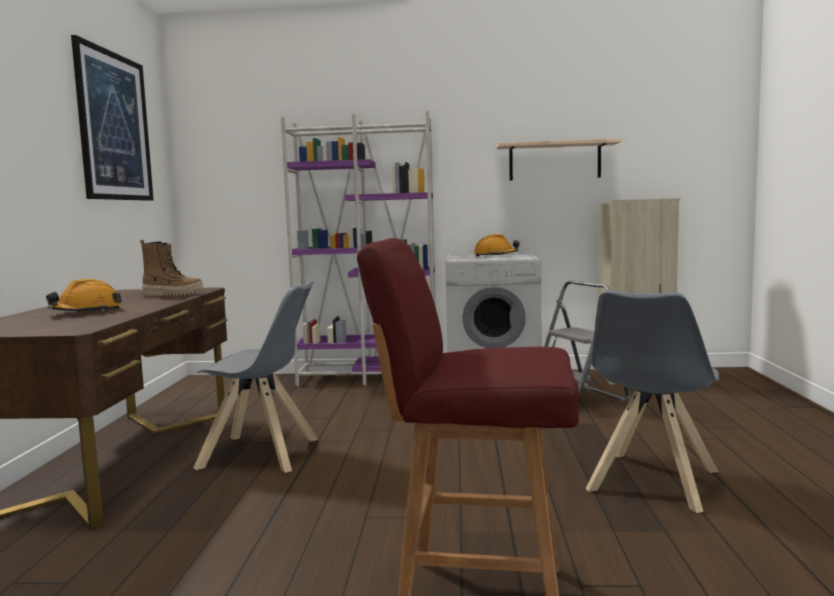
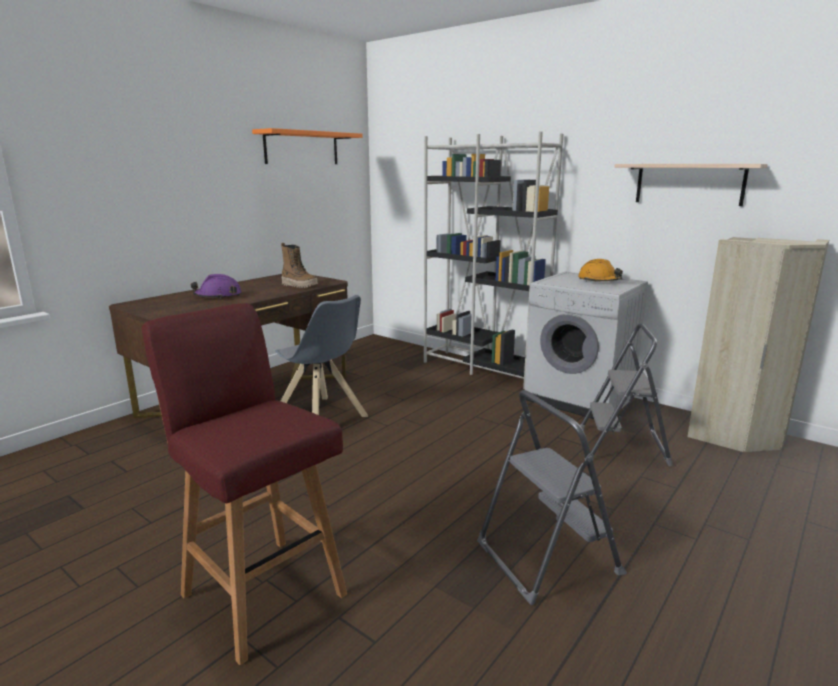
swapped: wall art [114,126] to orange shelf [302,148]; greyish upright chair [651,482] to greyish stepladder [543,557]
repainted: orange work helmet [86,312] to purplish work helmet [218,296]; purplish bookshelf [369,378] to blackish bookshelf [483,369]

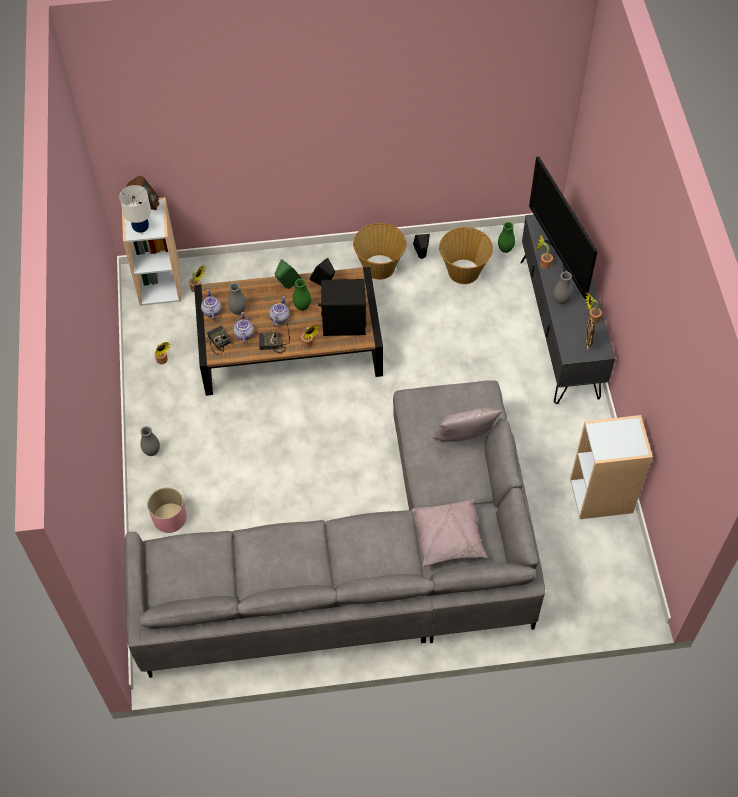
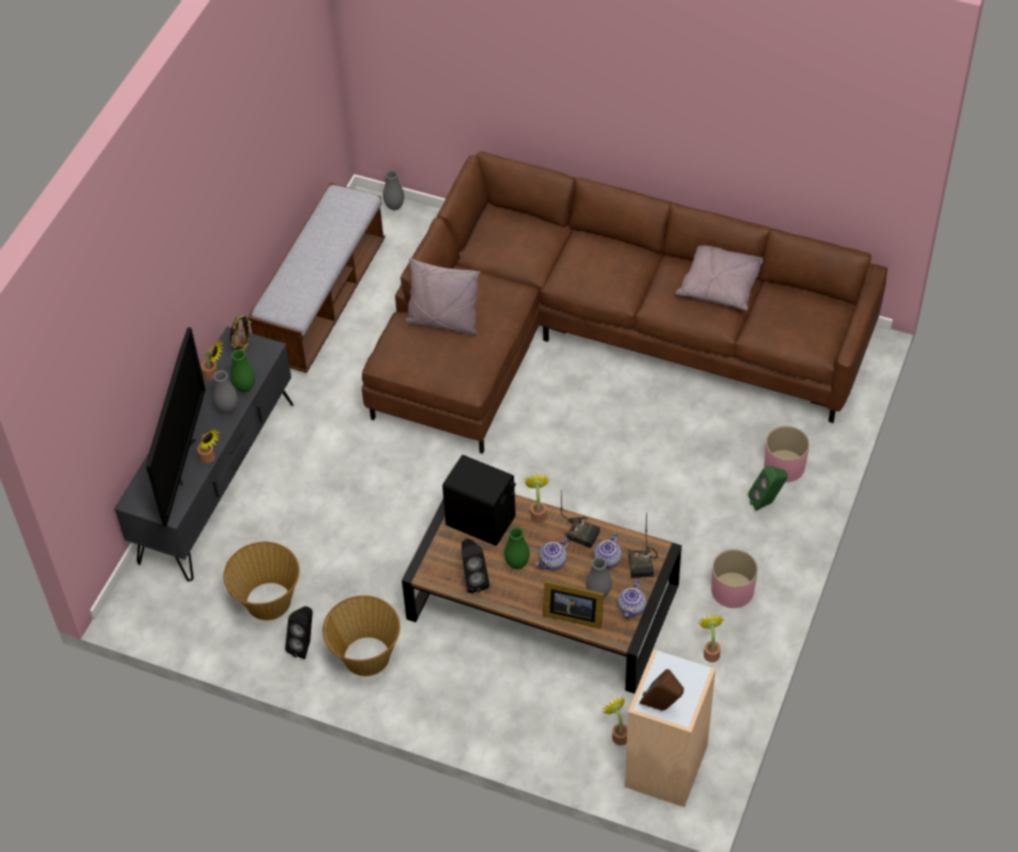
gone: white-coloured tabletop lamp [142,228]
new: photo frame [572,614]; pink-coloured plant pot [733,590]
shifted: greyish decorative vase [152,451] to [394,206]; green loudspeaker [288,287] to [766,502]; purplish cushion [448,538] to [720,284]; green decorative vase [505,249] to [245,387]
swapped: bookshelf [602,496] to bench [322,301]
repainted: greyish sofa [365,567] to brown-coloured sofa [602,337]

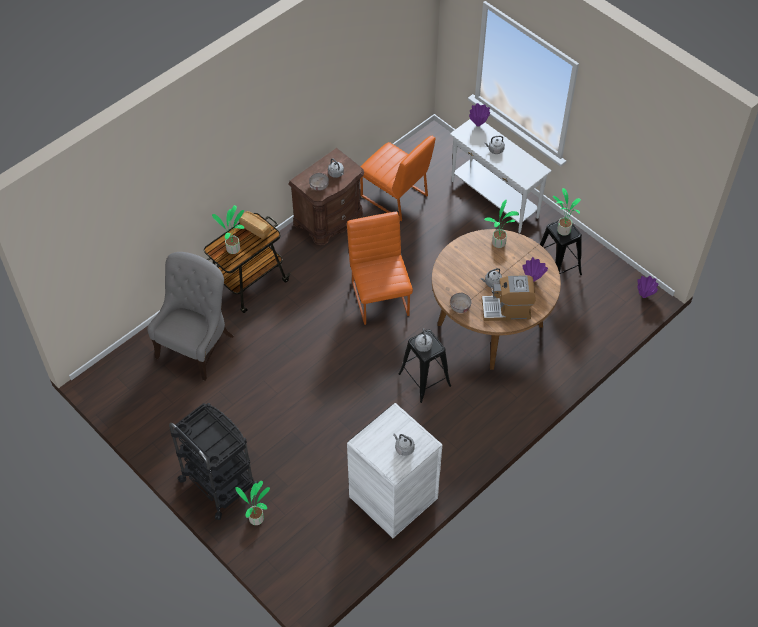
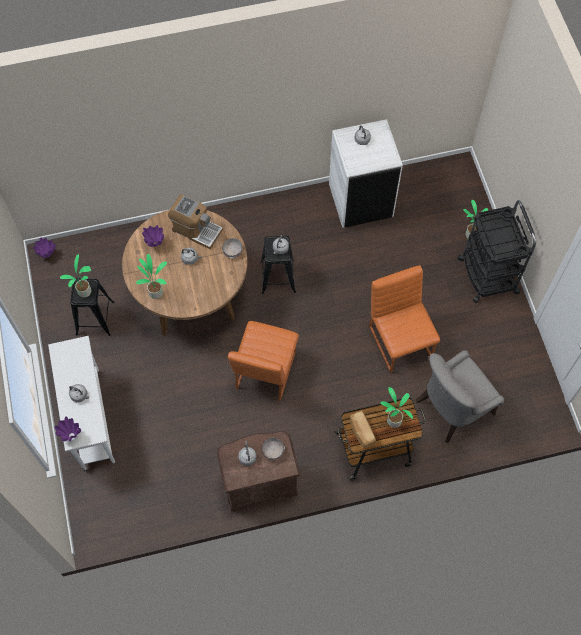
shifted: orange upright chair [395,197] to [399,339]

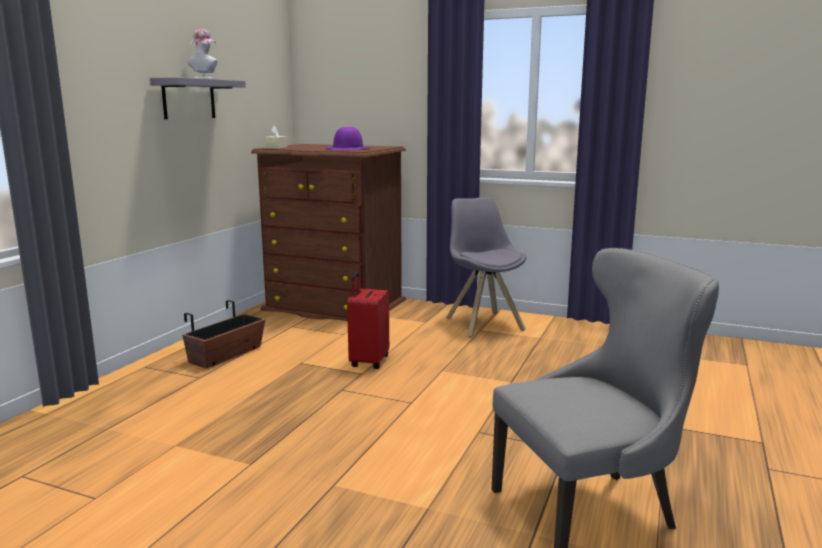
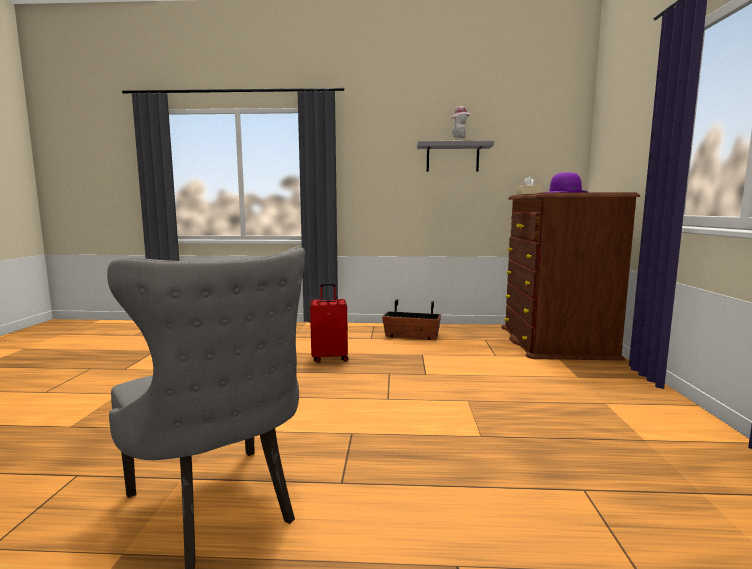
gone: greyish upright chair [483,323]
shifted: red piece of luggage [368,362] to [329,358]

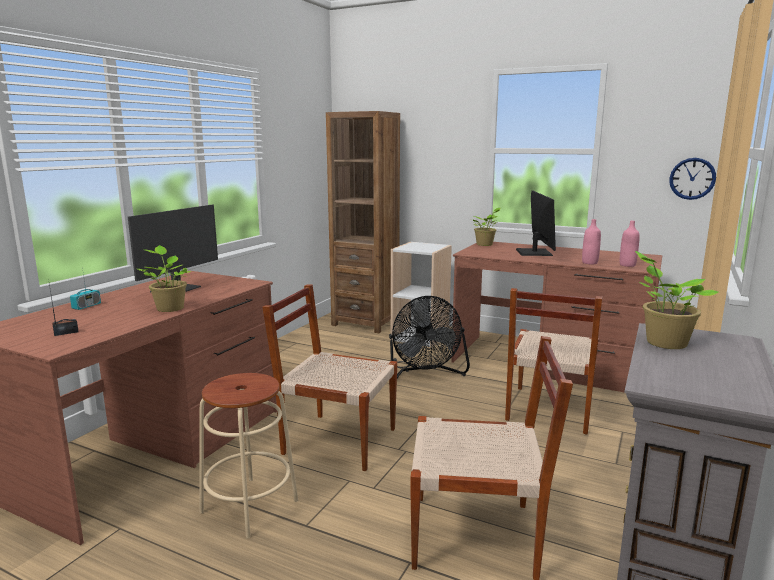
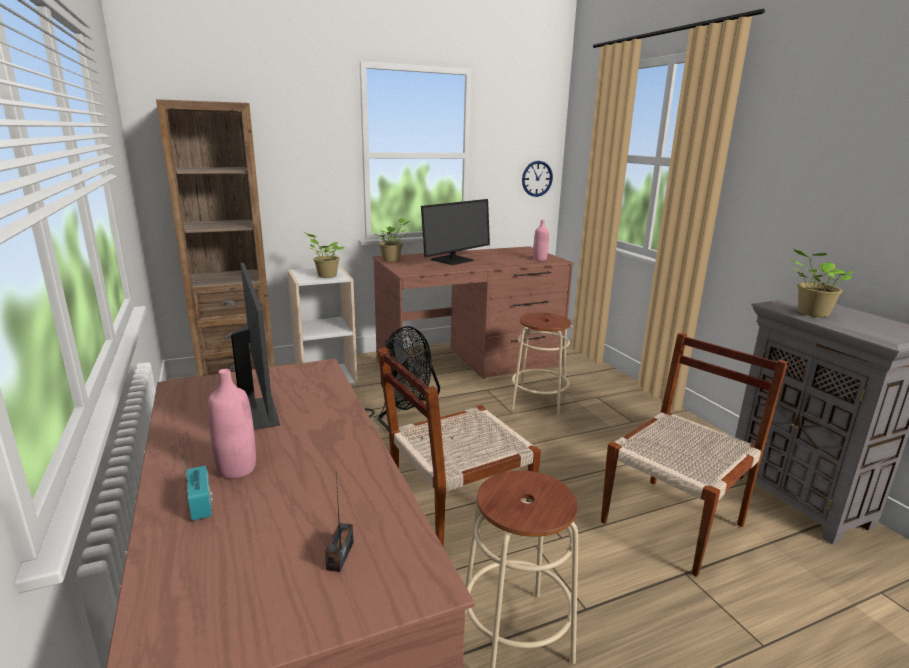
shifted: houseplant [169,308] to [325,276]; pink-coloured drink bottle [589,263] to [237,469]
swapped: upright chair [548,411] to sand-coloured stool seat [538,403]
rotated: computer screen [535,252] = [453,260] 90 degrees clockwise

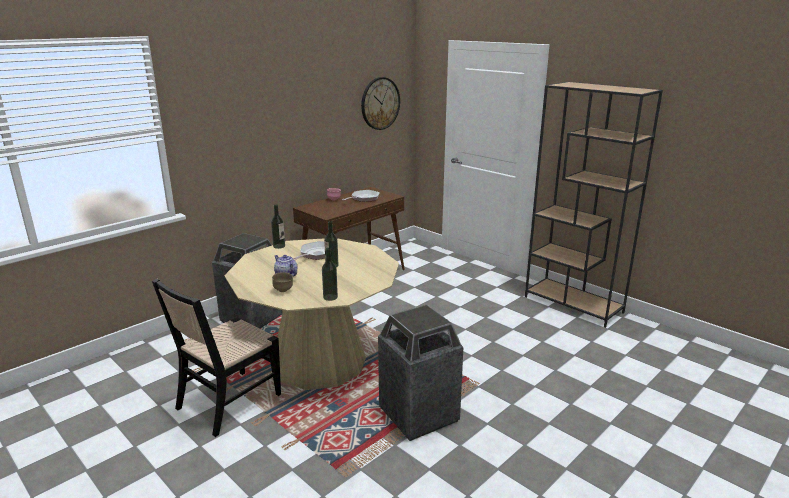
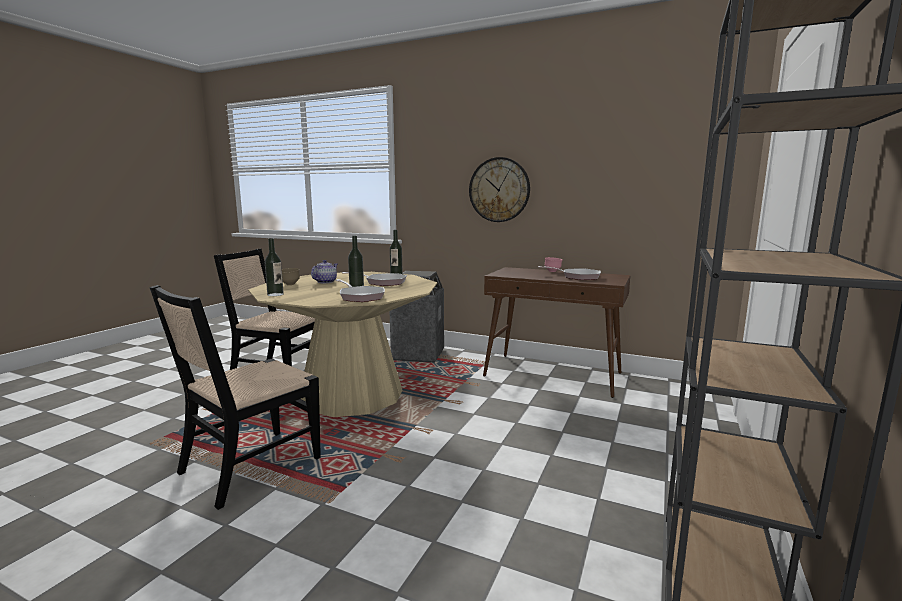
new: pan [360,297]
shifted: wall clock [380,103] to [499,190]
swapped: trash can [418,415] to upright chair [250,466]

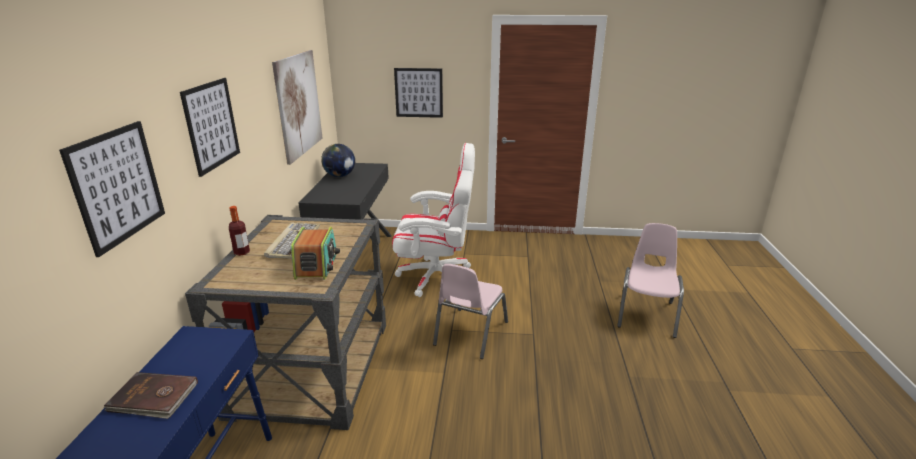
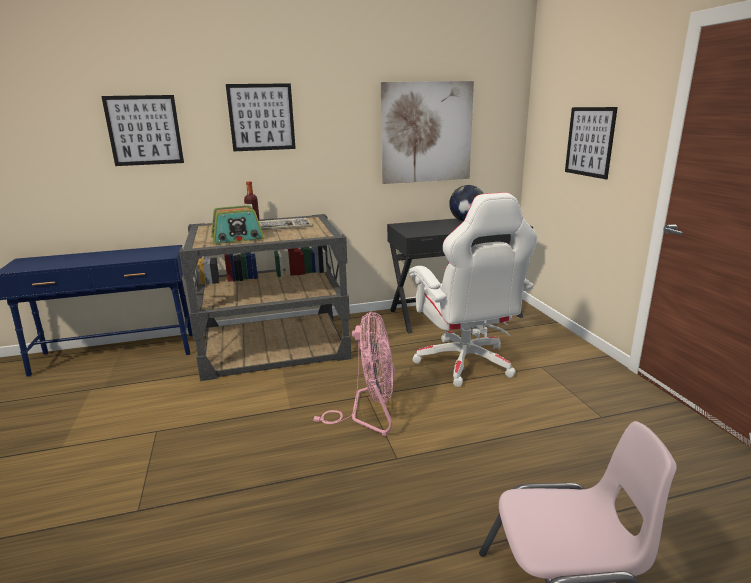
gone: brown-coloured bound book [153,398]
swapped: pink-coloured upright chair [470,333] to pink-coloured fan [368,409]

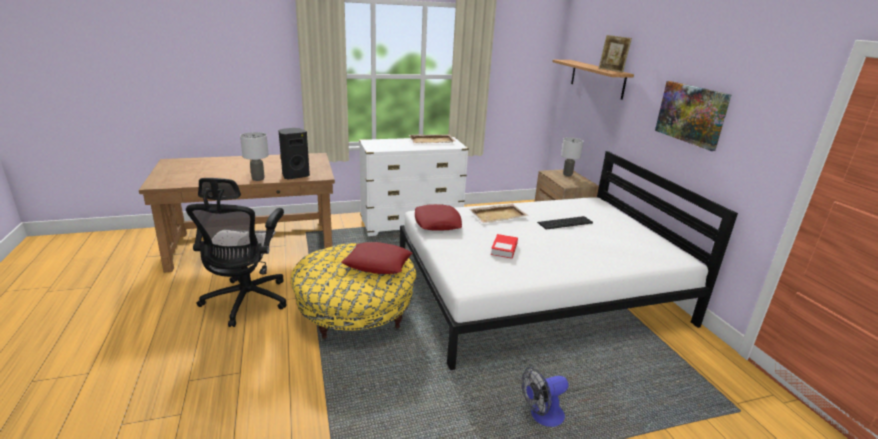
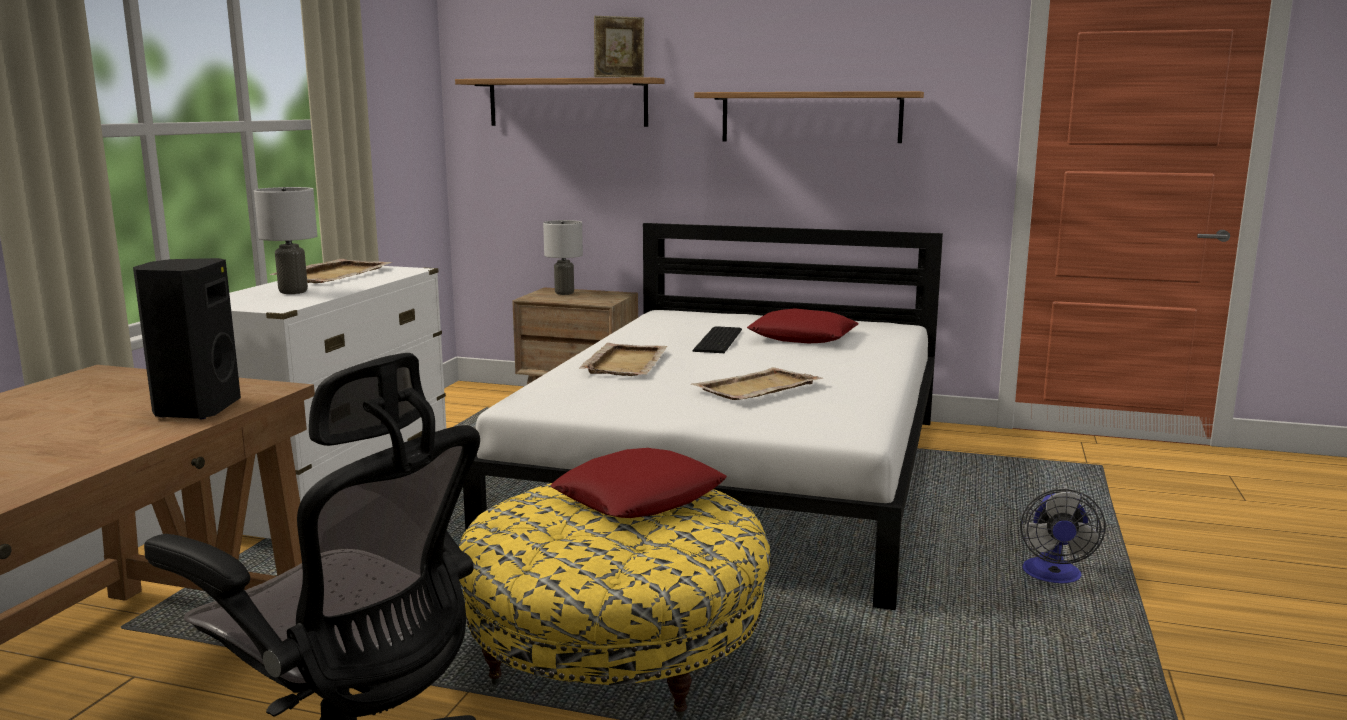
shifted: white-coloured tabletop lamp [257,179] to [293,292]; red cushion [437,223] to [802,337]
swapped: bound book [504,249] to sand-coloured carrying tray [756,388]; wall art [691,114] to shelf [810,117]

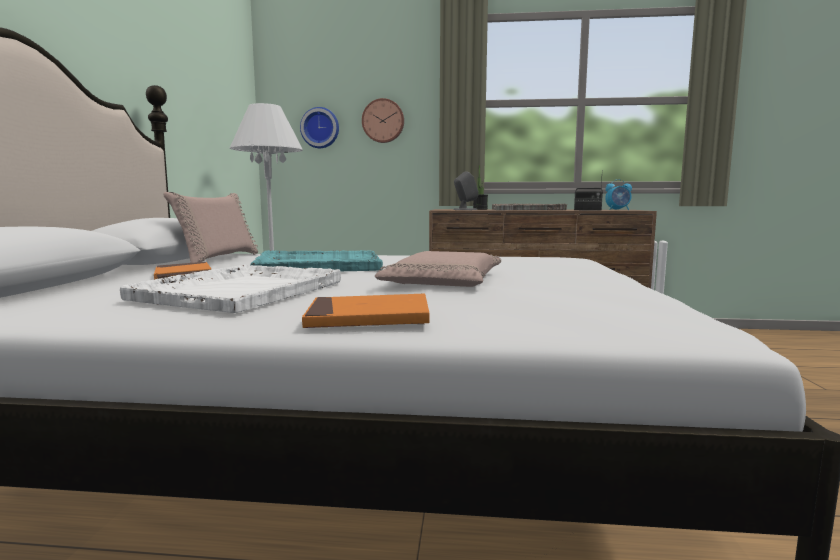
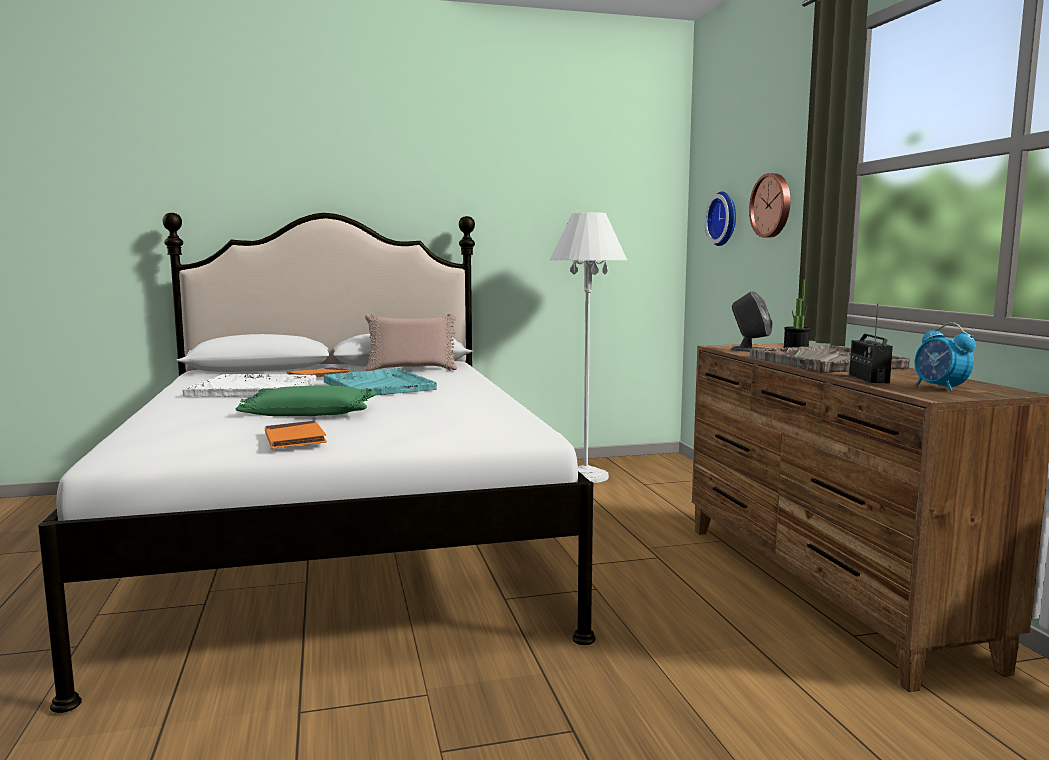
shifted: orange bound book [368,318] to [295,439]
repainted: sand-coloured cushion [445,280] to green cushion [310,411]

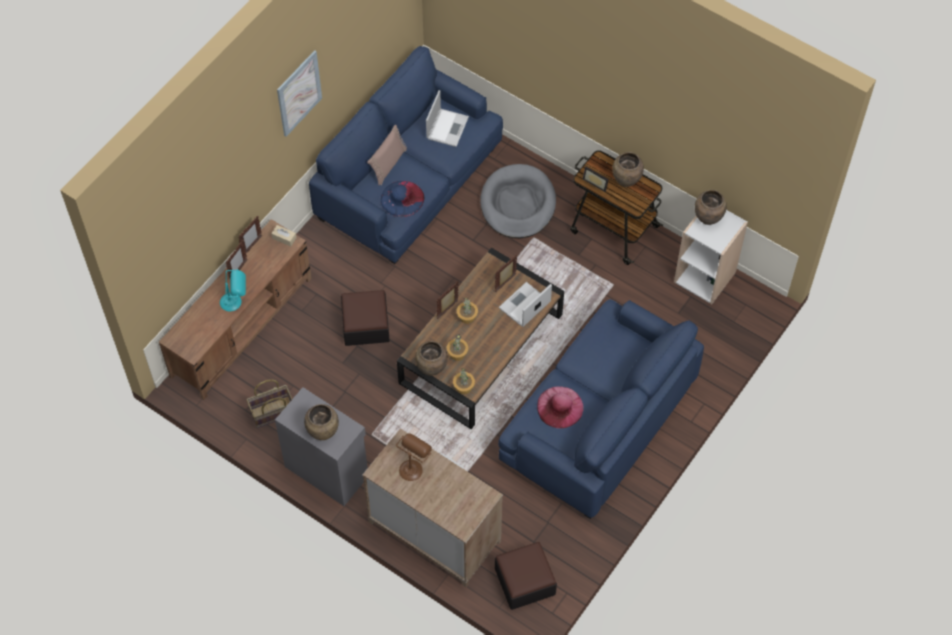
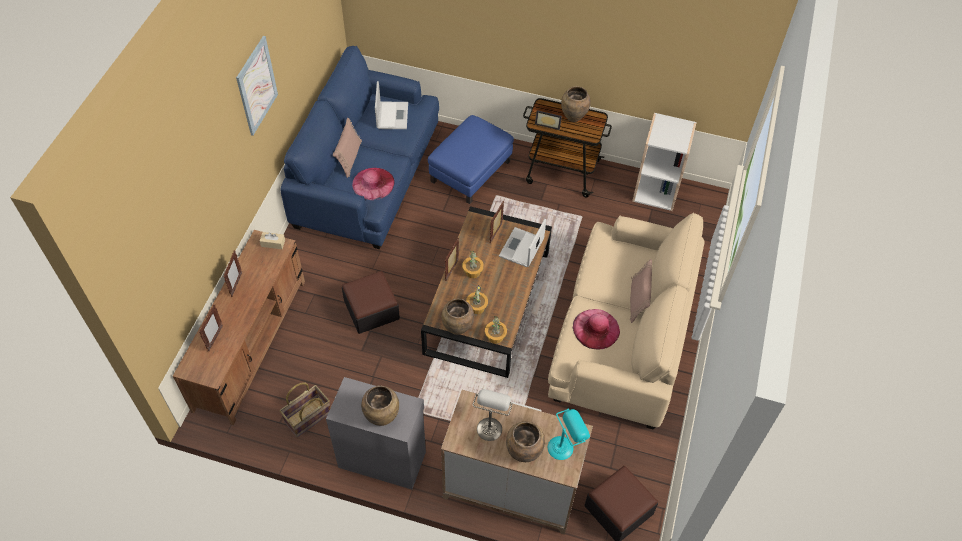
new: sand-coloured cushion [638,300]
shifted: blue-green tabletop lamp [235,301] to [565,445]; photo frame [252,246] to [215,339]; brown-coloured decorative vase [708,218] to [524,452]
swapped: greyish dog cushion [518,204] to blue ottoman [471,172]
repainted: blue wearable hat [402,198] to pink-coloured wearable hat [373,183]; brown-coloured tabletop lamp [413,466] to white-coloured tabletop lamp [490,424]; blue sofa [598,422] to sand-coloured sofa [621,338]

